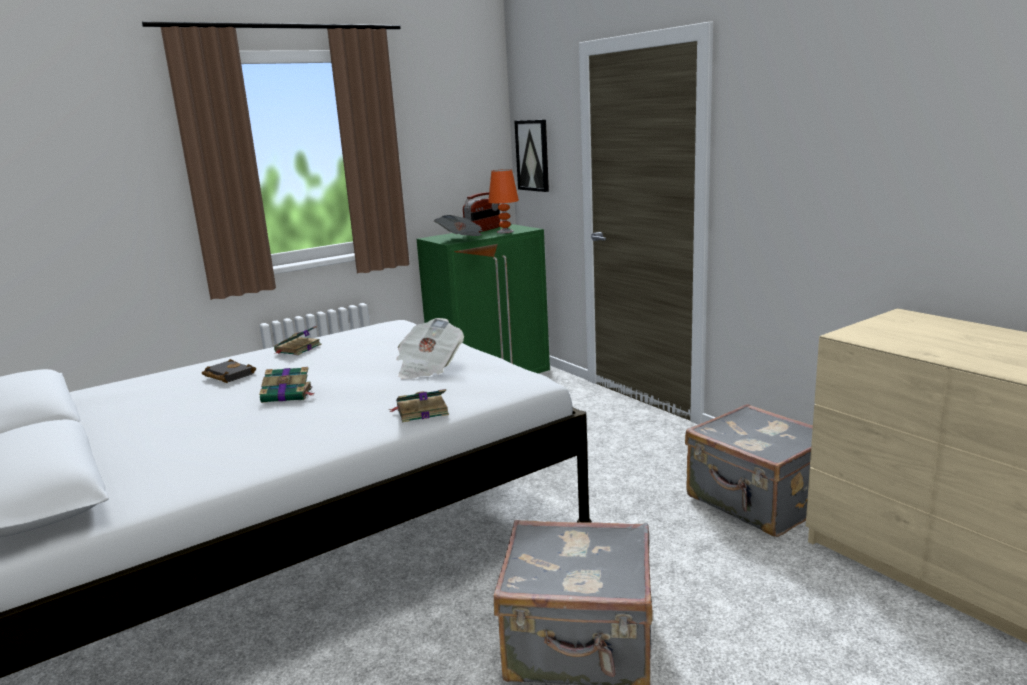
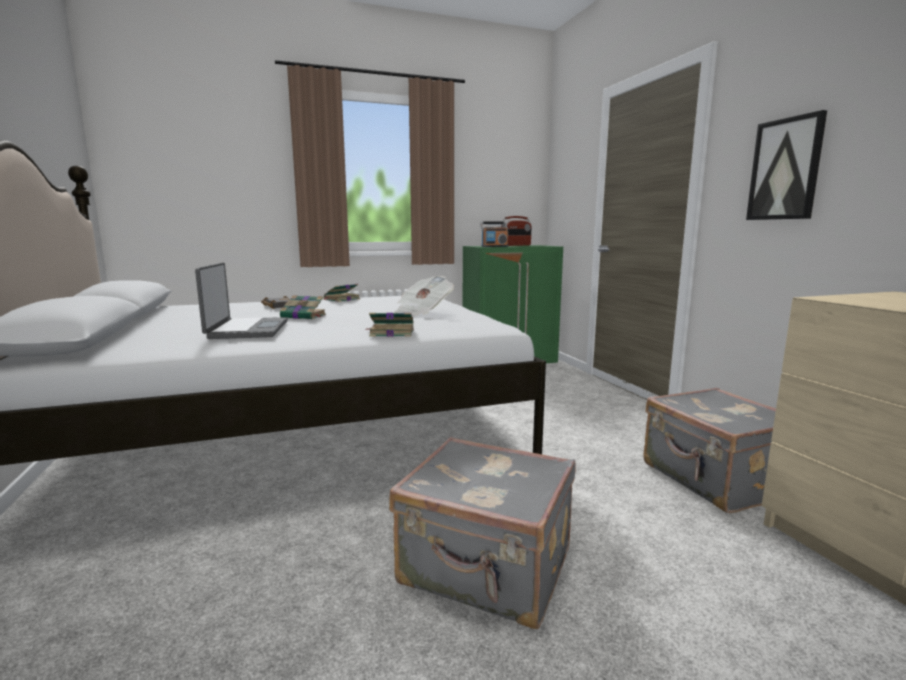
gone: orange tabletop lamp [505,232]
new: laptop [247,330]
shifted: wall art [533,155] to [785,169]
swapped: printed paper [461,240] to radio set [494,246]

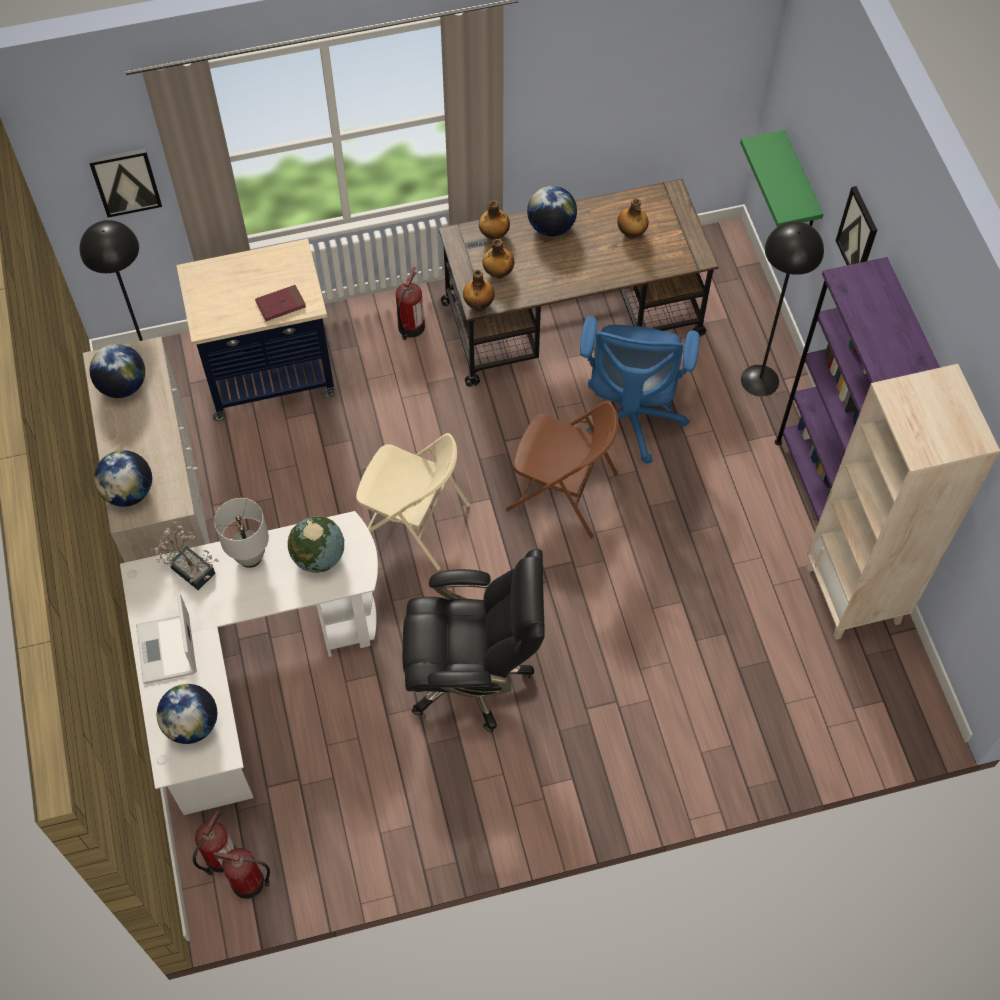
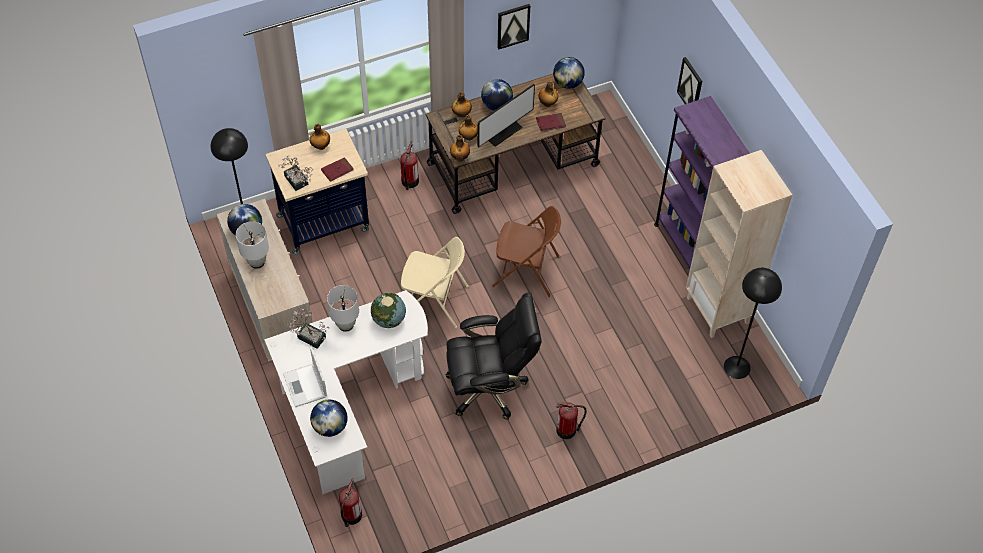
gone: blue desk chair [630,411]; green shelf [800,184]
new: white-coloured tabletop lamp [256,262]; houseplant [297,182]; drink bottle [320,146]; computer screen [503,132]; red bound book [550,123]
shifted: wall art [125,181] to [513,25]; desk globe [129,492] to [568,83]; fire-fighting cylinder [250,882] to [567,430]; blackish floor lamp [760,380] to [737,367]

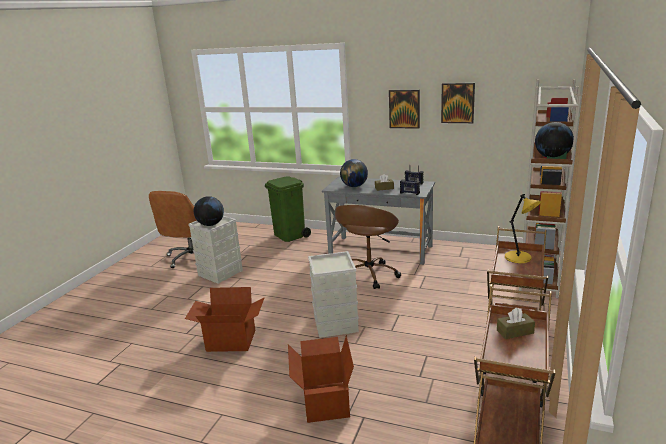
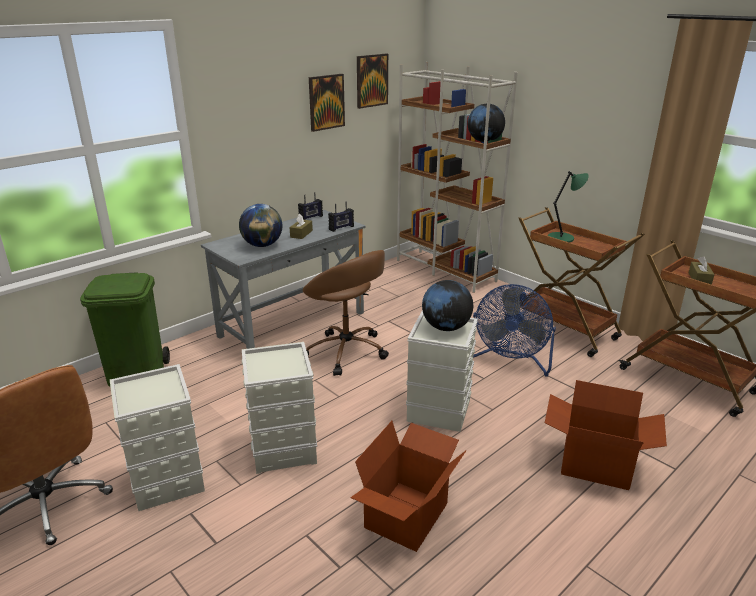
new: greyish storage bin [284,448]; blue fan [507,359]
shifted: desk globe [211,224] to [446,327]; wall art [404,109] to [371,80]
repainted: yellow-coloured tabletop lamp [519,258] to green tabletop lamp [562,238]

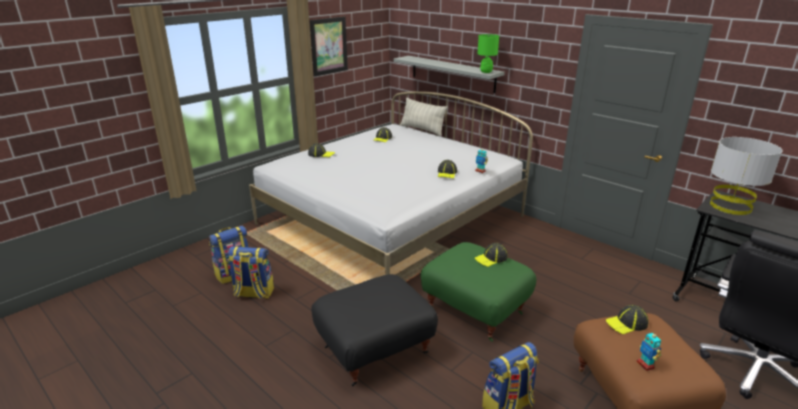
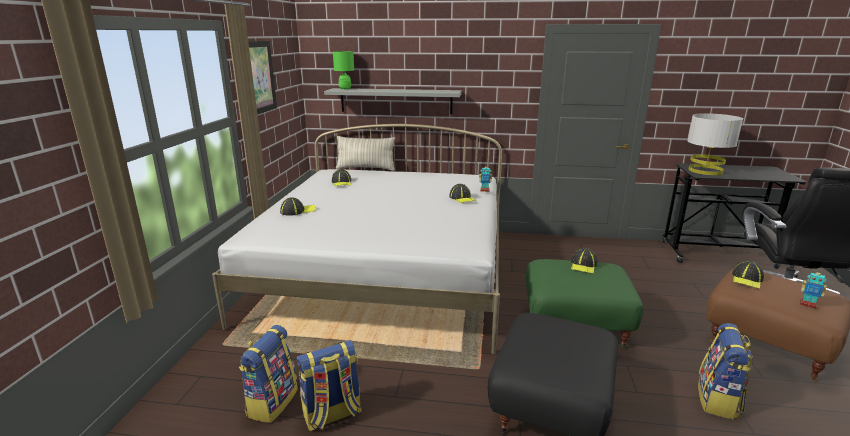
shifted: green tabletop lamp [486,72] to [345,89]

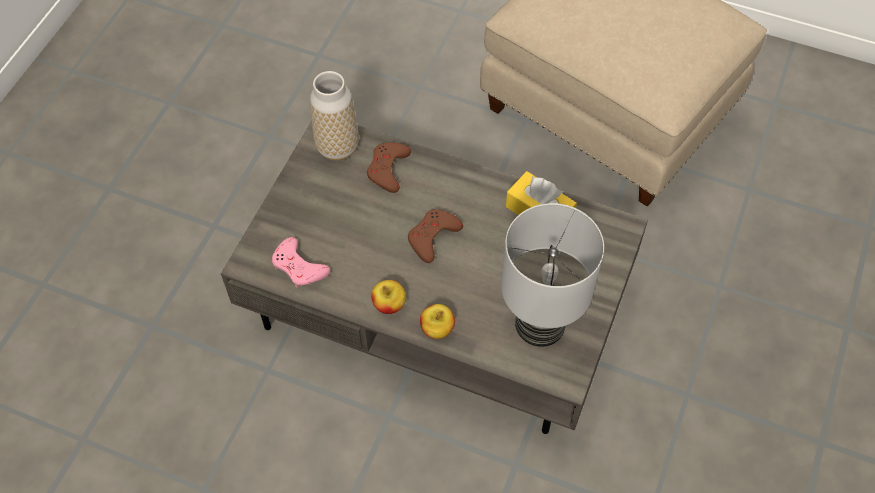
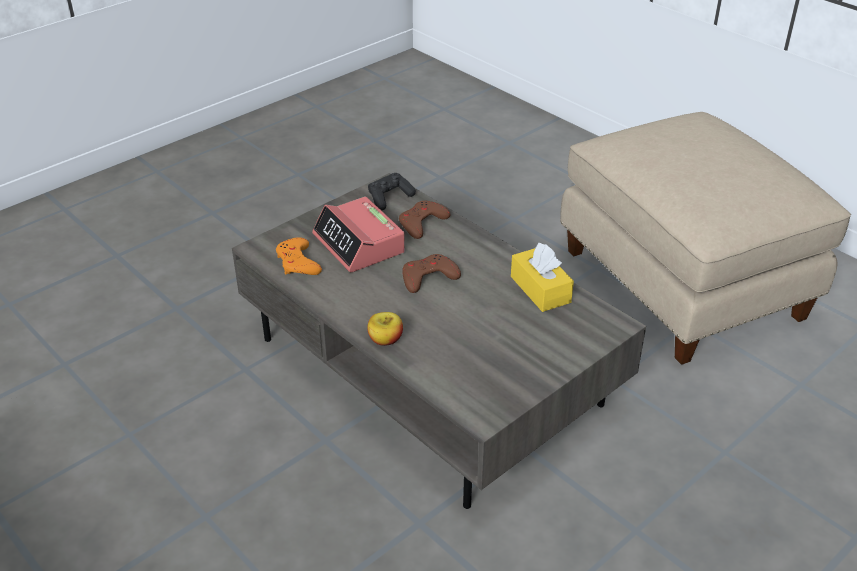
gone: apple fruit [389,304]; greyish tabletop lamp [539,324]
new: table clock [359,244]
swapped: decorative vase [337,147] to blackish game controller [389,198]
repainted: pink-coloured game controller [299,267] to orange game controller [298,262]

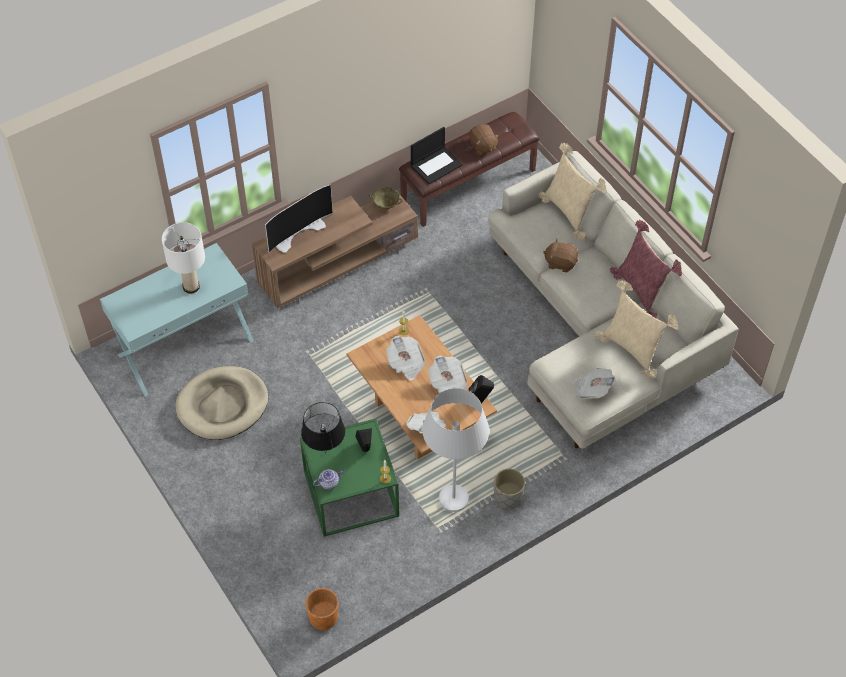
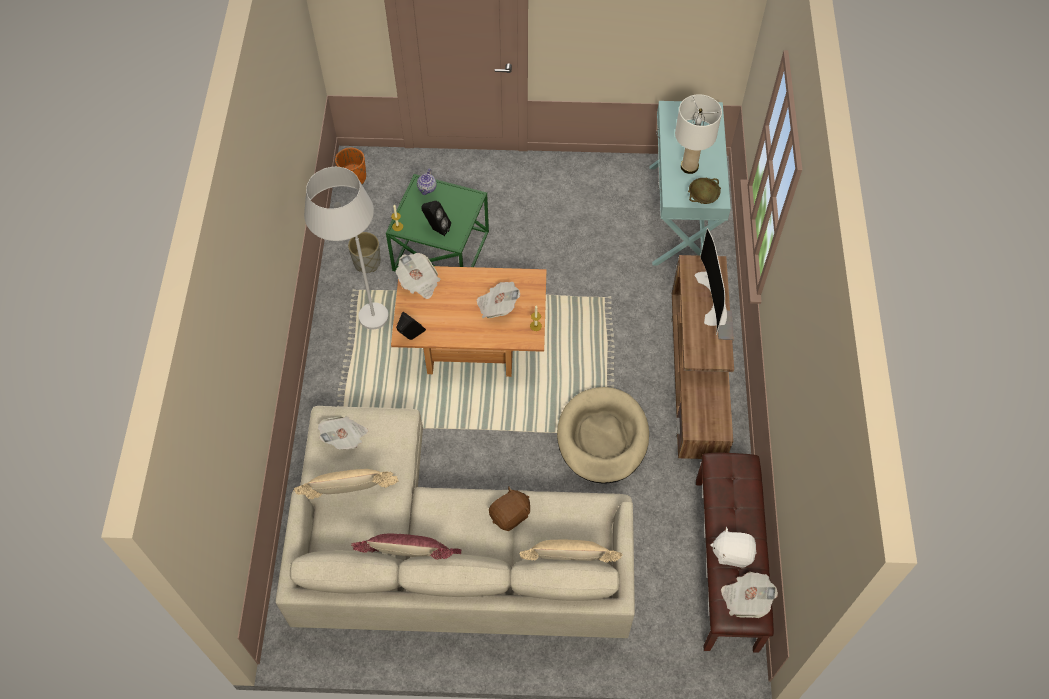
gone: blackish tabletop lamp [325,453]; laptop [436,165]
shifted: sand-coloured dog cushion [222,405] to [602,437]; sand-coloured serving bowl [386,204] to [702,198]; printed paper [448,384] to [745,599]; greyish plant pot [507,498] to [367,262]
repainted: brown-coloured soft toy [482,146] to white-coloured soft toy [732,553]

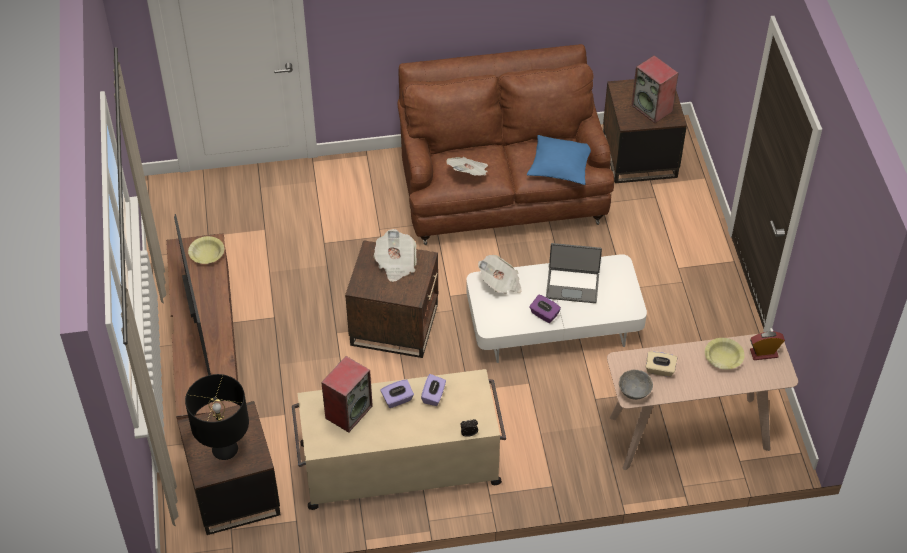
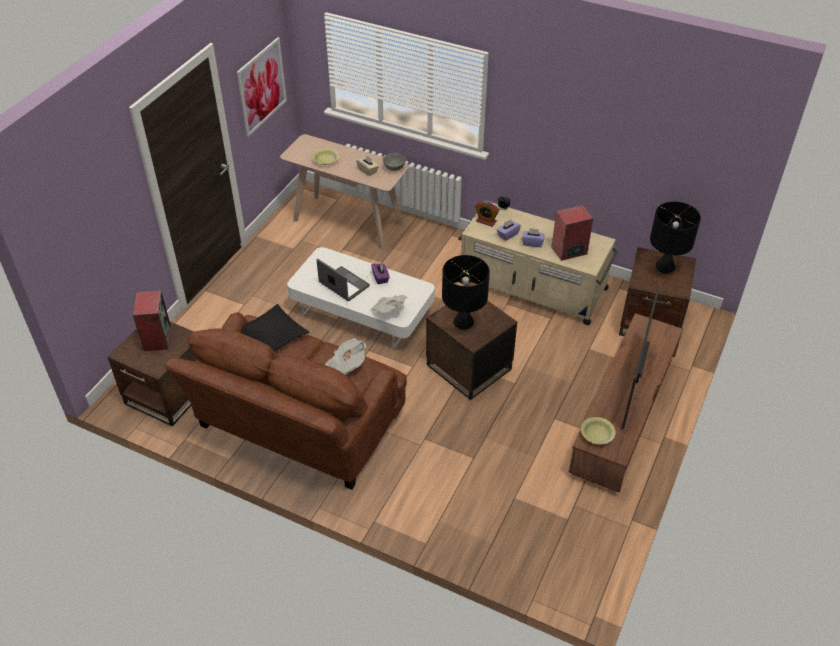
new: wall art [261,87]
shifted: table clock [764,353] to [486,221]
swapped: printed paper [395,264] to blackish tabletop lamp [463,324]
repainted: blue cushion [560,165] to blackish cushion [273,336]

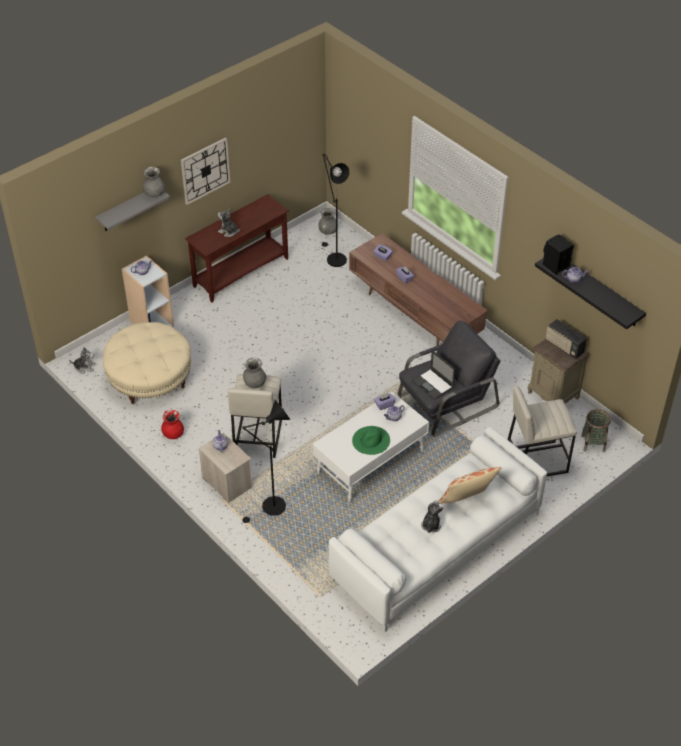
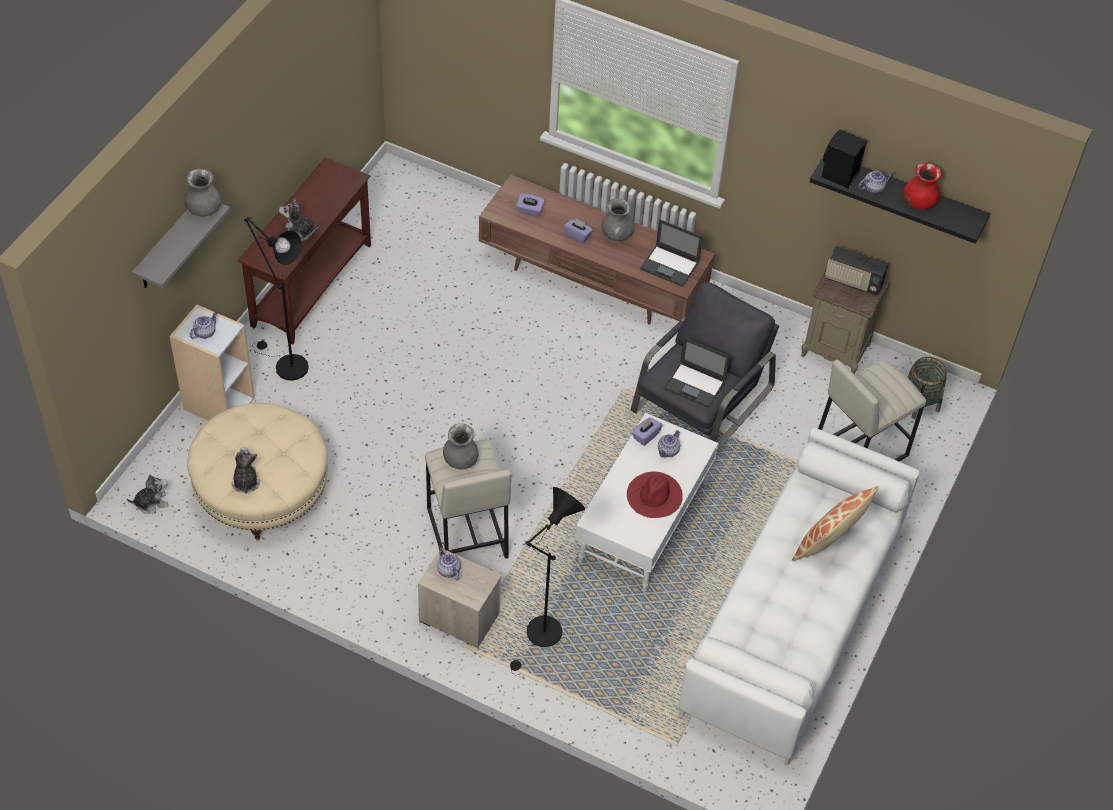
gone: wall clock [205,170]
new: laptop [670,266]
shifted: red decorative vase [173,434] to [918,203]; greyish decorative vase [328,231] to [617,235]; blackish floor lamp [334,258] to [286,365]; soft toy [431,525] to [245,482]
repainted: green wearable hat [371,440] to red wearable hat [654,495]

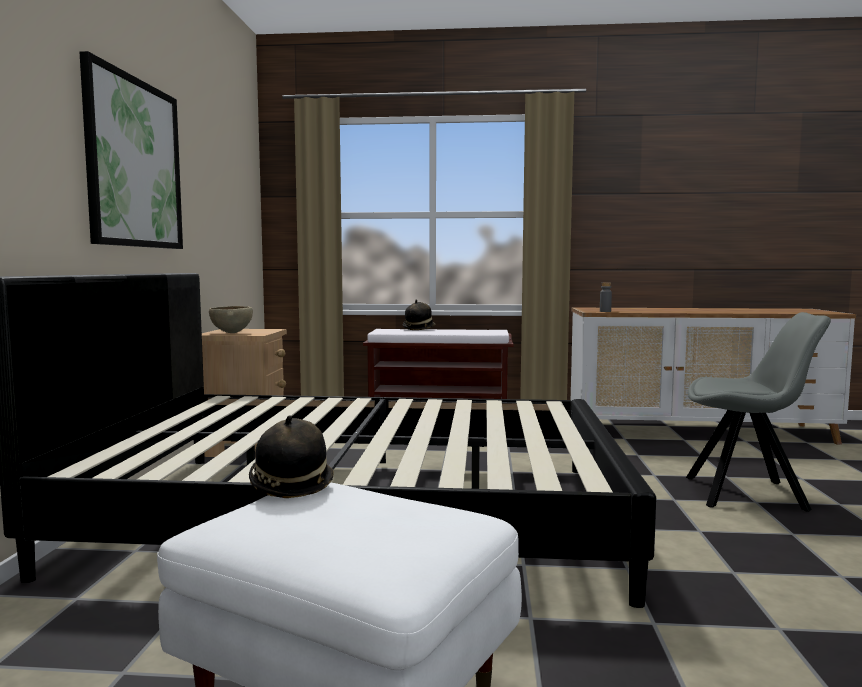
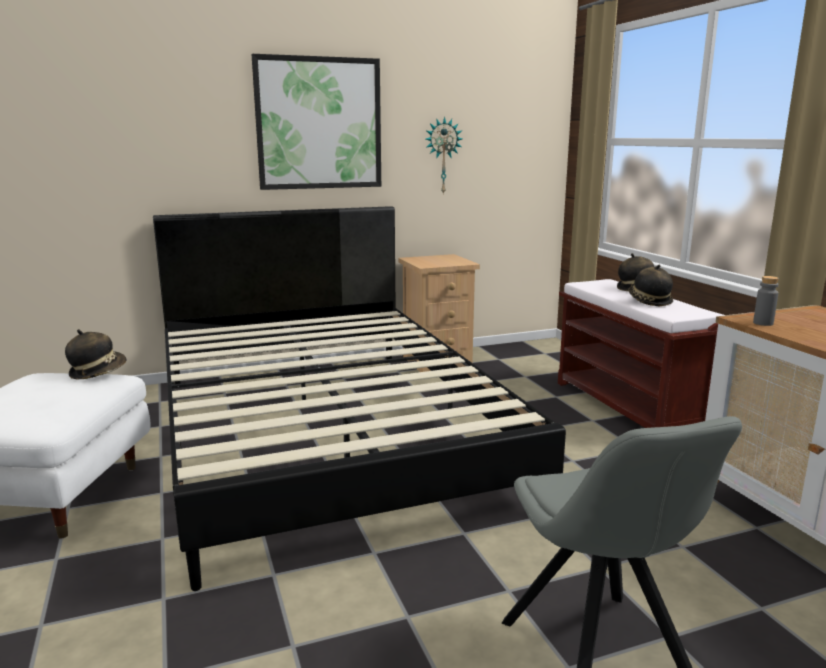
gone: brown-coloured serving bowl [231,333]
new: wall clock [442,156]; wearable hat [648,301]

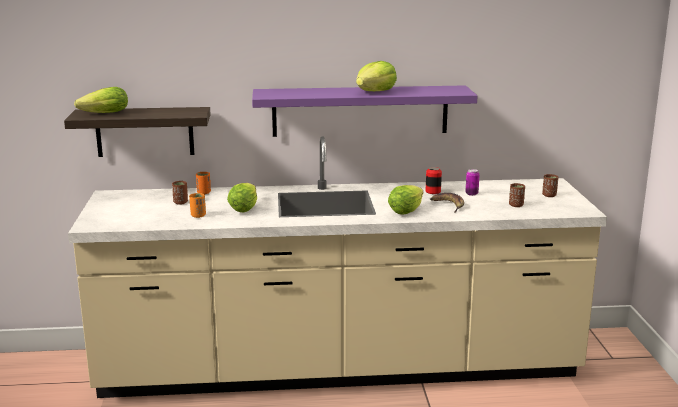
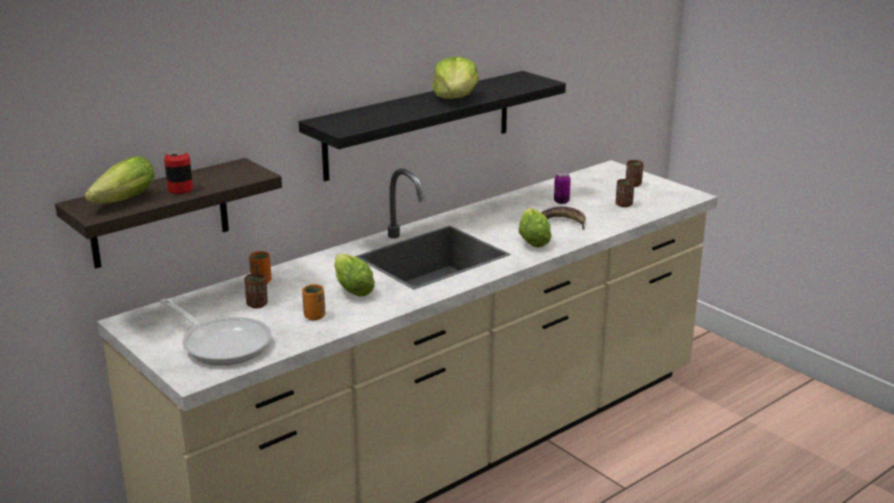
new: pan [222,343]
shifted: can [433,192] to [180,189]
repainted: purplish shelf [360,111] to blackish shelf [419,124]

